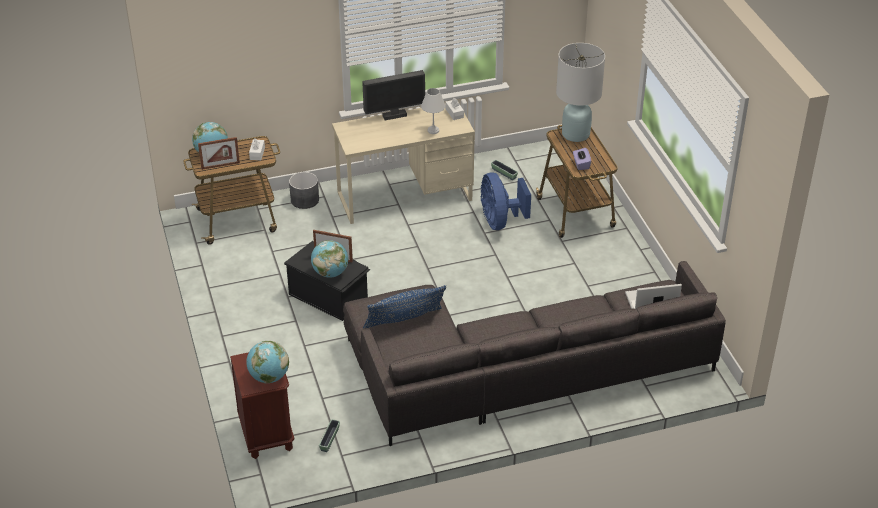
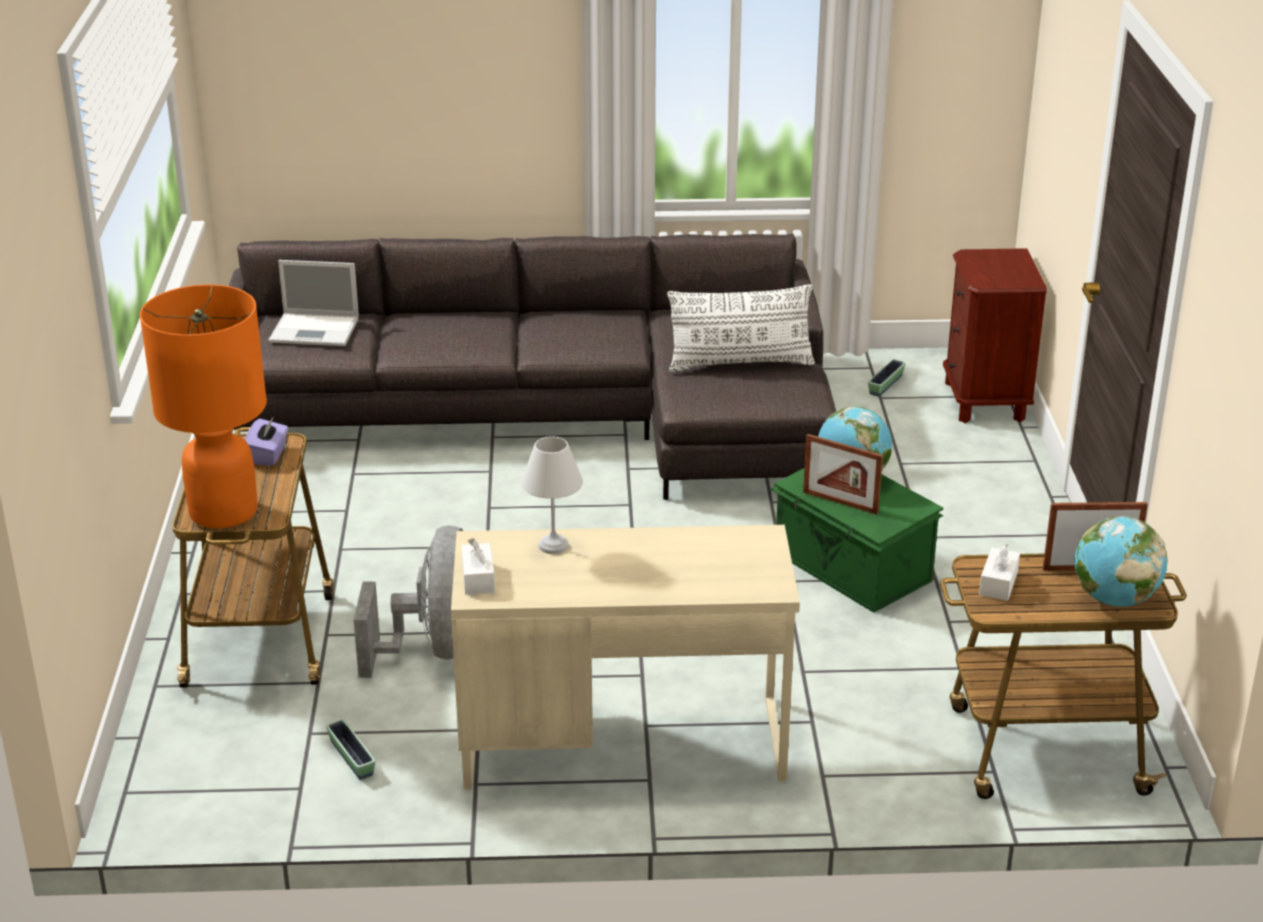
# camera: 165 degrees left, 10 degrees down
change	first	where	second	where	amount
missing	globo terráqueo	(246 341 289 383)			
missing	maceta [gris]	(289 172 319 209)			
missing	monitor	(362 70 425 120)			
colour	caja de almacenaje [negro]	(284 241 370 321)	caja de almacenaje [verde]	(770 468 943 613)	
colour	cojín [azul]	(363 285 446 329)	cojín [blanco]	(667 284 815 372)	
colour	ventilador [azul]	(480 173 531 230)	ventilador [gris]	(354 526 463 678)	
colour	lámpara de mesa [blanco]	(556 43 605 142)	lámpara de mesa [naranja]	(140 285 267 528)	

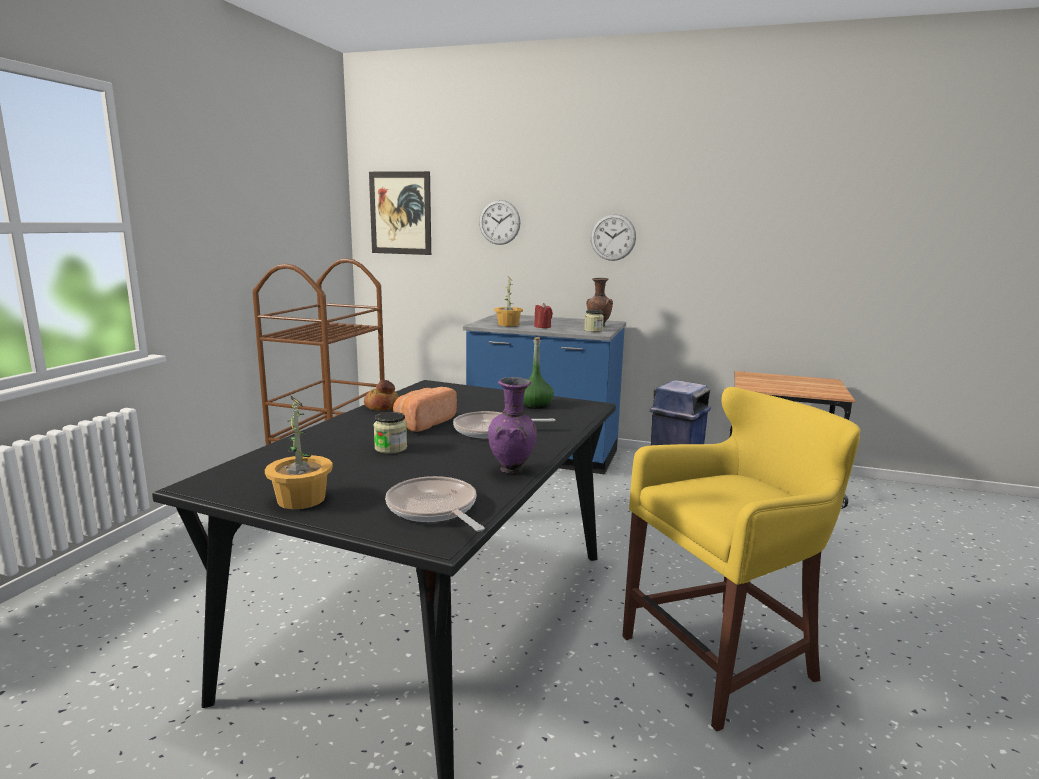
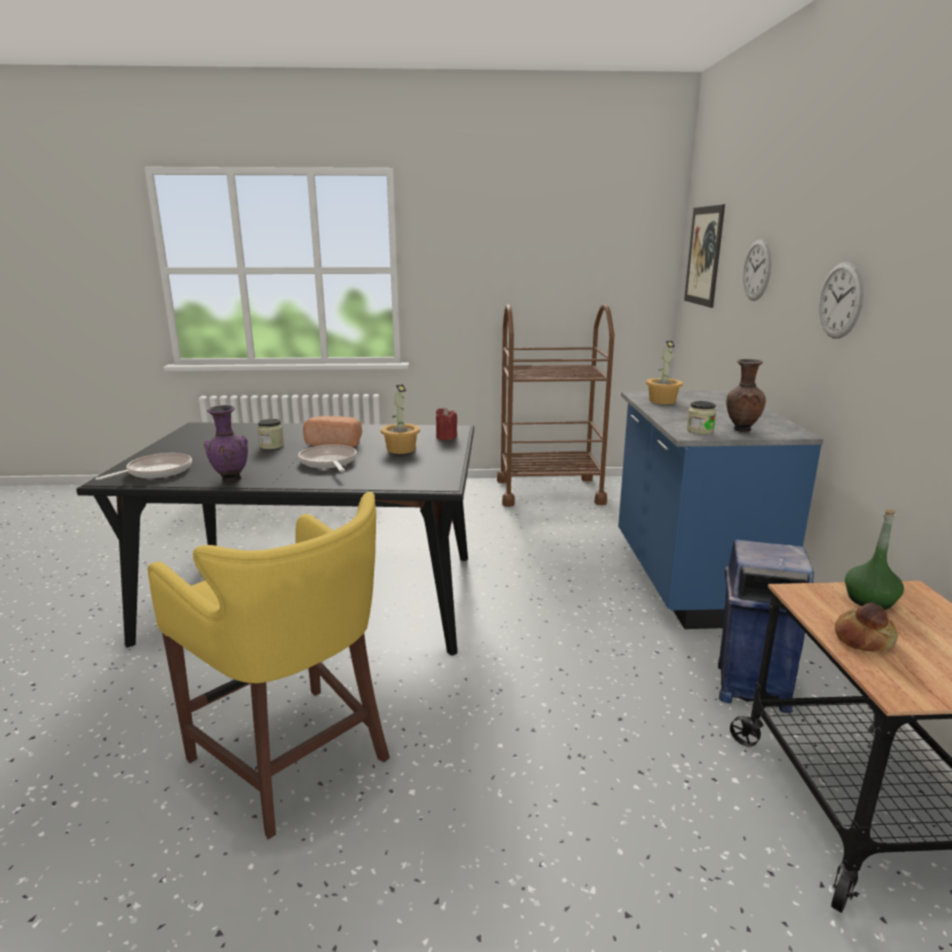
# camera: 70 degrees right, 5 degrees up
change	first	where	second	where	amount
relocated	planta en maceta	(265 396 333 509)		(381 384 420 454)	
relocated	pan	(364 380 399 411)		(835 603 898 652)	
relocated	botella [verde]	(523 337 554 409)		(845 509 904 610)	
relocated	vela [rojo]	(534 303 553 328)		(436 408 457 440)	

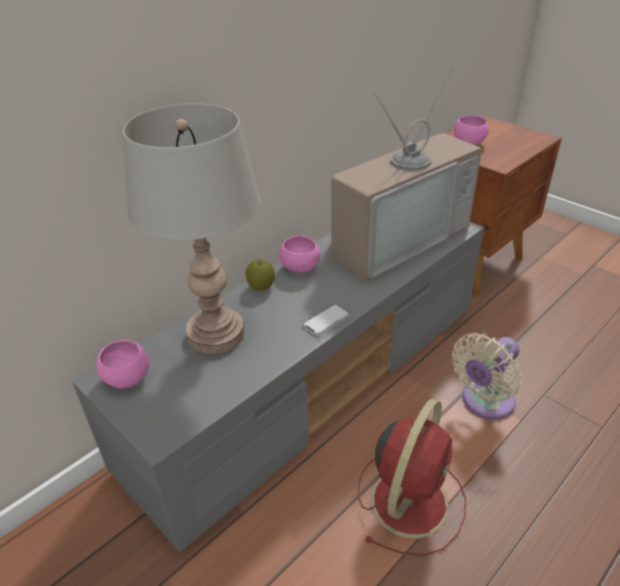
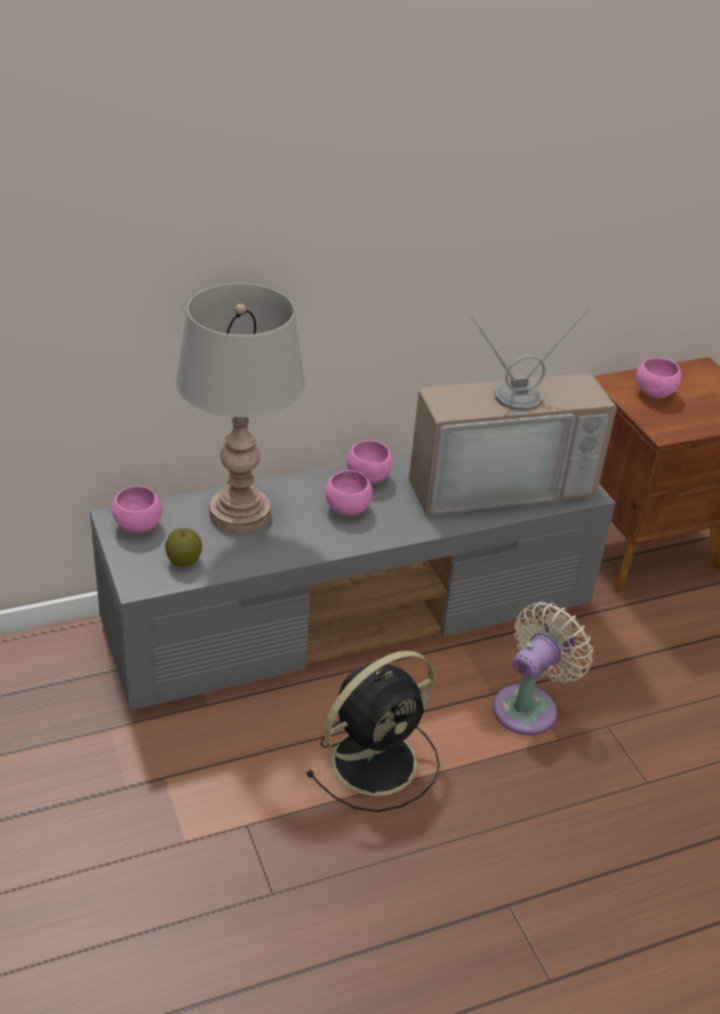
# camera: 20 degrees right, 0 degrees up
change	first	where	second	where	amount
missing	móvil	(302 304 350 335)			
appeared			cuenco [rosa]	(325 470 373 516)	
relocated	manzana	(245 259 275 291)		(165 528 202 567)	
colour	ventilador [rojo]	(358 399 466 556)	ventilador [negro]	(306 651 440 812)	
spun	ventilador [beis]	(452 333 521 419)		(493 602 593 735)	150 degrees clockwise

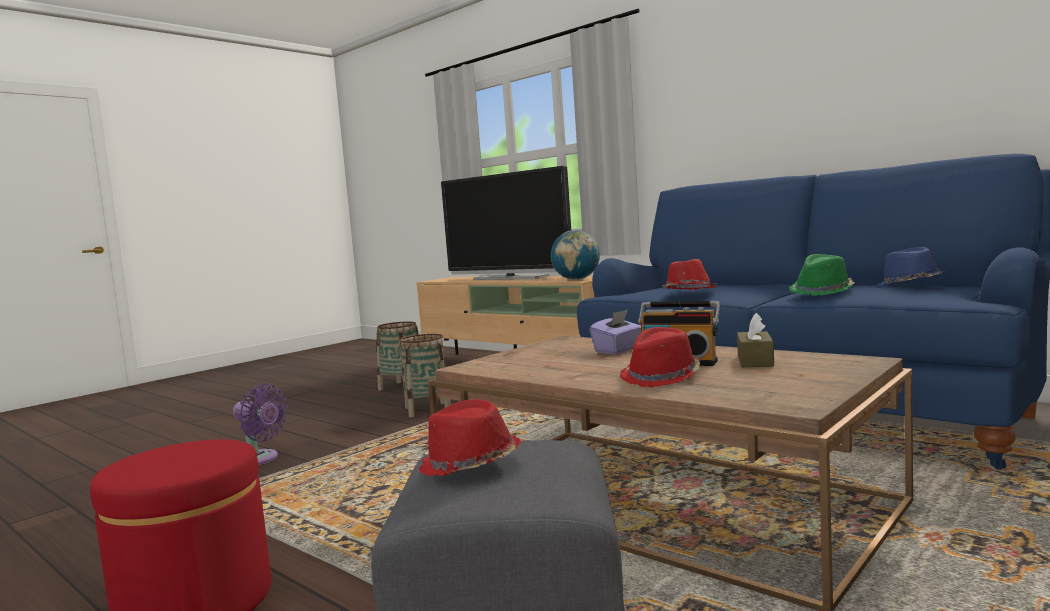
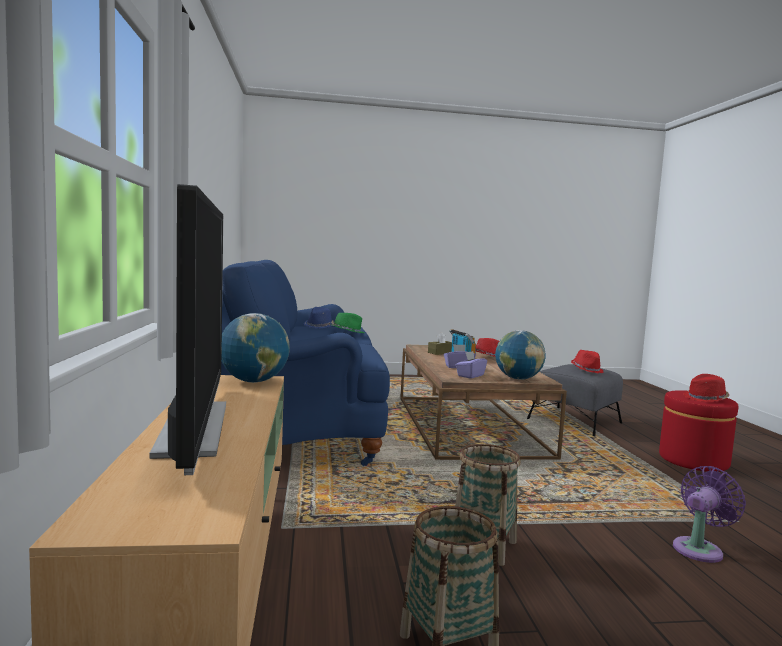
# camera: 140 degrees left, 0 degrees up
change	first	where	second	where	amount
appeared			caja de pañuelos [morado]	(456 351 487 379)	
appeared			globo terráqueo	(495 330 546 380)	
relocated	sombrero [rojo]	(662 259 717 290)		(683 374 729 402)	
spun	ventilador [morado]	(233 383 288 465)		(673 466 746 563)	75 degrees clockwise

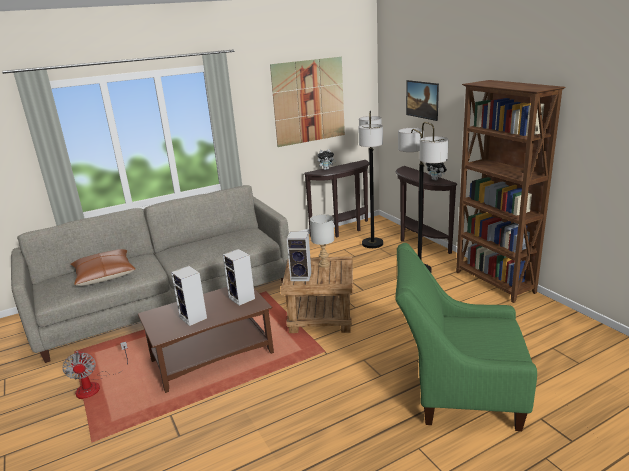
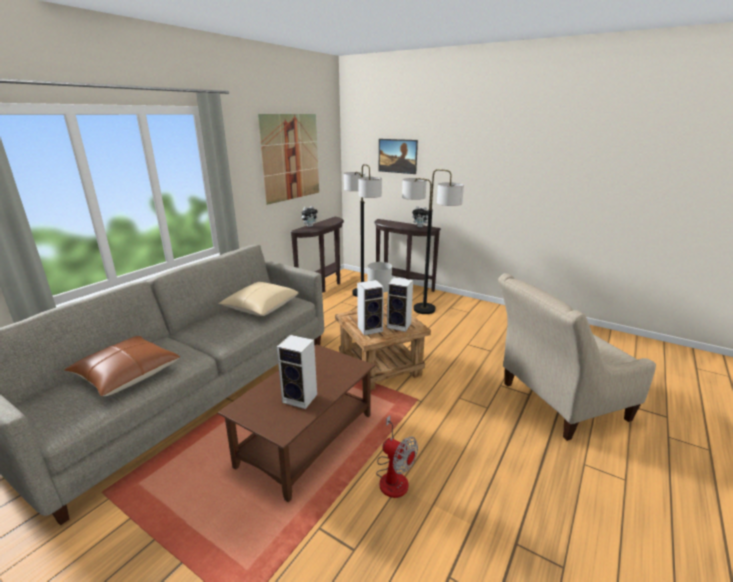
# camera: 30 degrees left, 0 degrees up
change	first	where	second	where	amount
missing	estantería [marrón]	(456 80 566 303)			
appeared			cojín [beis]	(218 282 298 316)	
relocated	ventilador	(62 342 128 399)		(376 415 418 498)	
relocated	altavoz	(223 249 255 306)		(387 277 413 332)	
colour	sillón [verde]	(395 243 537 431)	sillón [beis]	(498 273 656 441)	

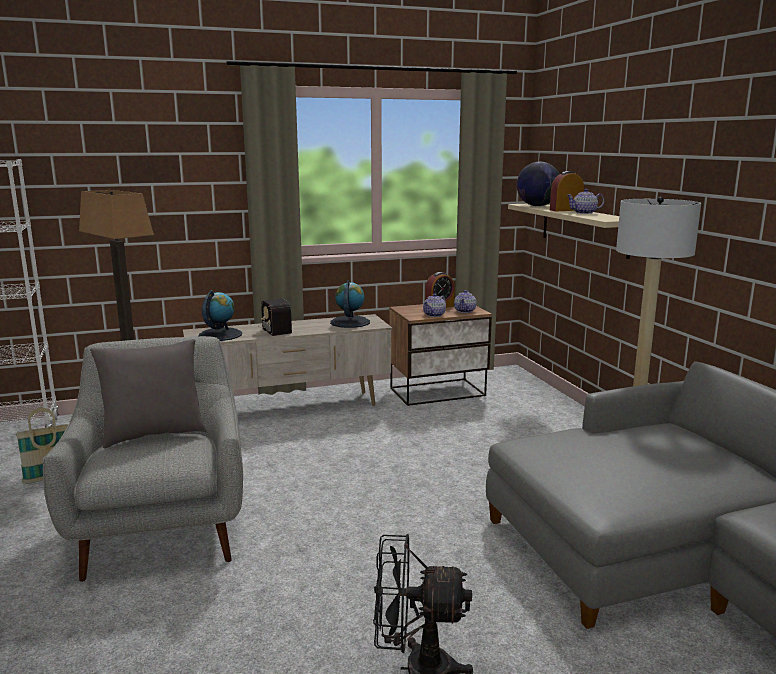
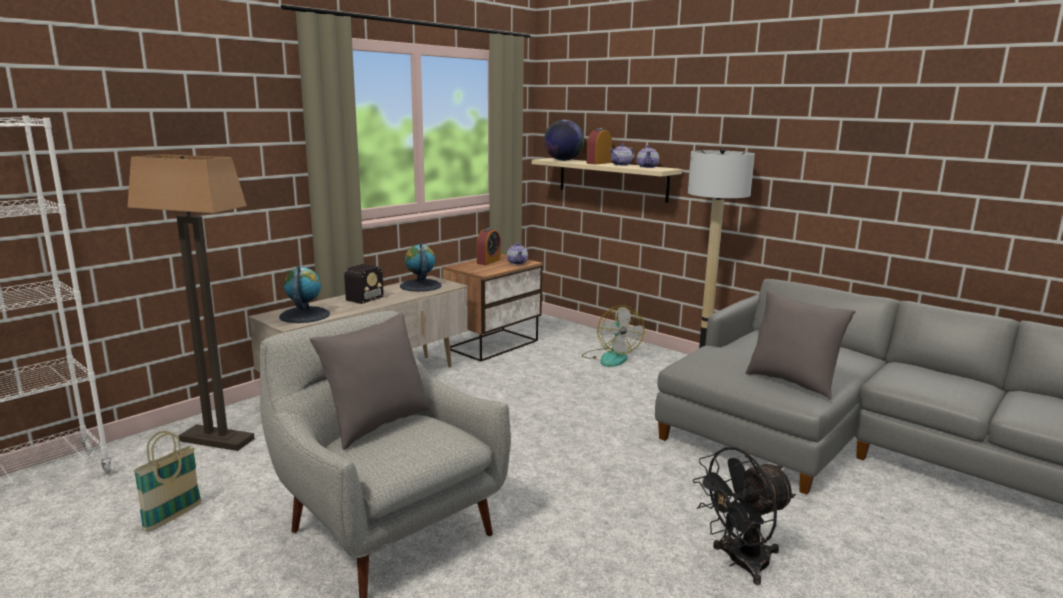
# camera: 30 degrees left, 0 degrees up
change	first	where	second	where	amount
appeared			ventilador	(582 306 645 367)	
appeared			cojín [gris]	(746 290 856 400)	
relocated	tetera	(423 293 446 317)		(637 145 659 168)	
spun	radio	(258 298 294 336)		(328 264 384 308)	90 degrees counterclockwise

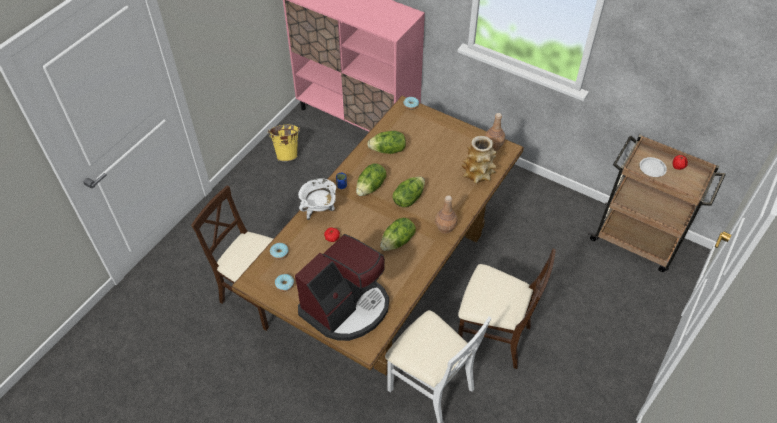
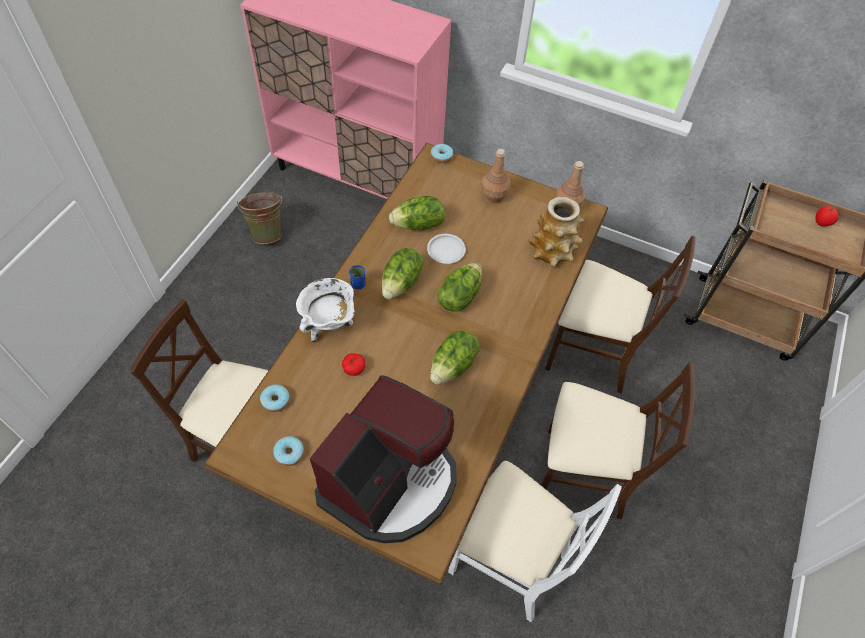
# camera: 10 degrees left, 5 degrees up
change	first	where	second	where	amount
appeared			silla [beis]	(545 236 696 394)	
relocated	botella [marrón]	(435 195 457 233)		(481 149 510 204)	
relocated	plato [blanco]	(640 157 667 177)		(427 234 466 264)	
colour	cubo [amarillo]	(268 125 300 162)	cubo [verde]	(237 192 282 244)	

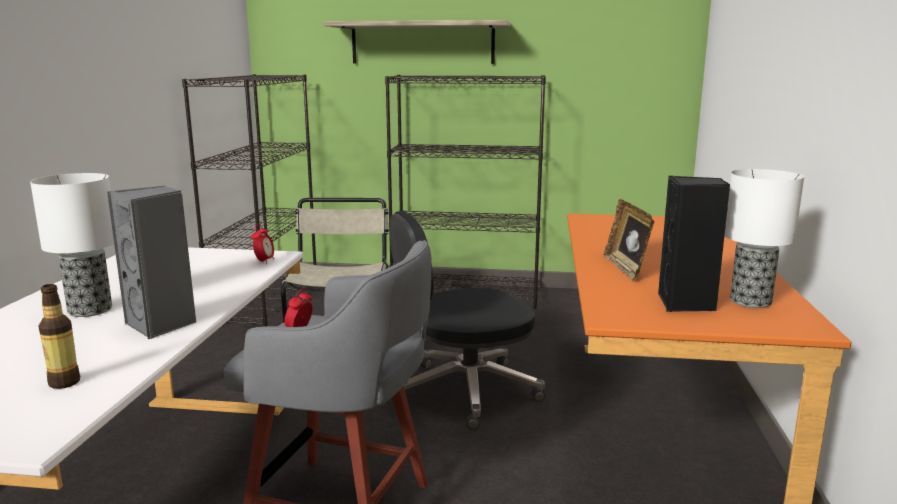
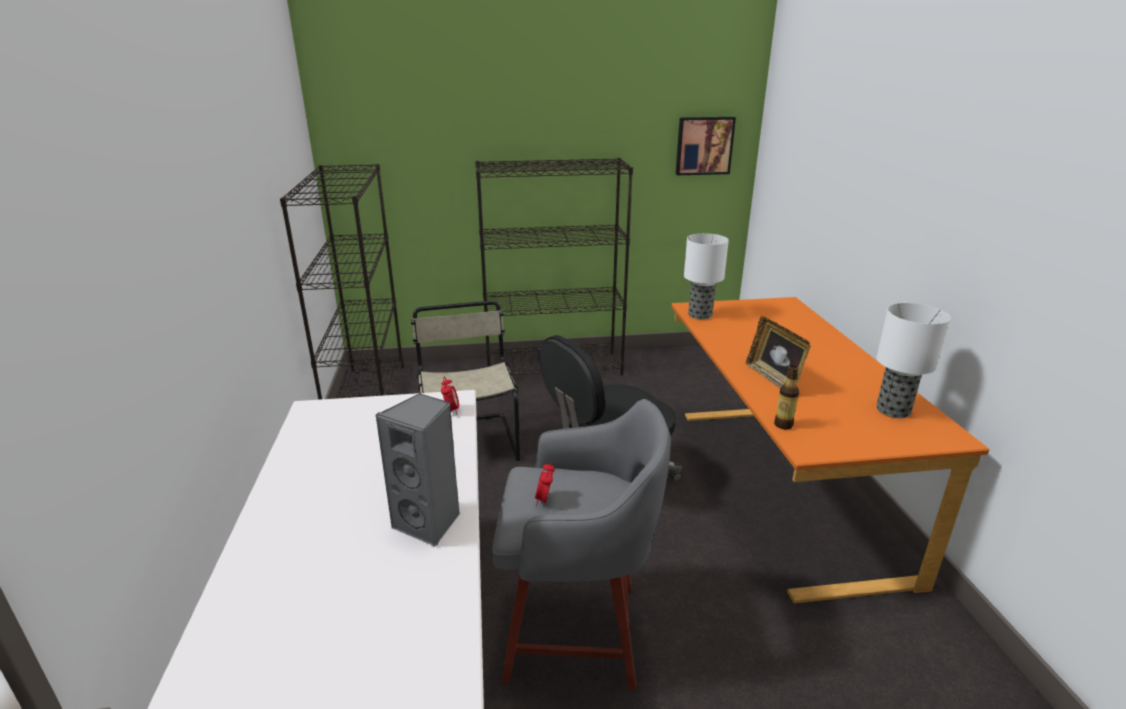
# camera: 15 degrees left, 10 degrees up
change	first	where	second	where	amount
missing	estante	(324 20 510 64)			
missing	altavoz [negro]	(658 176 730 312)			
appeared			cuadro	(676 117 736 175)	
relocated	lámpara de mesa	(30 173 114 317)		(684 233 729 319)	
relocated	botella	(39 284 80 389)		(774 365 799 430)	

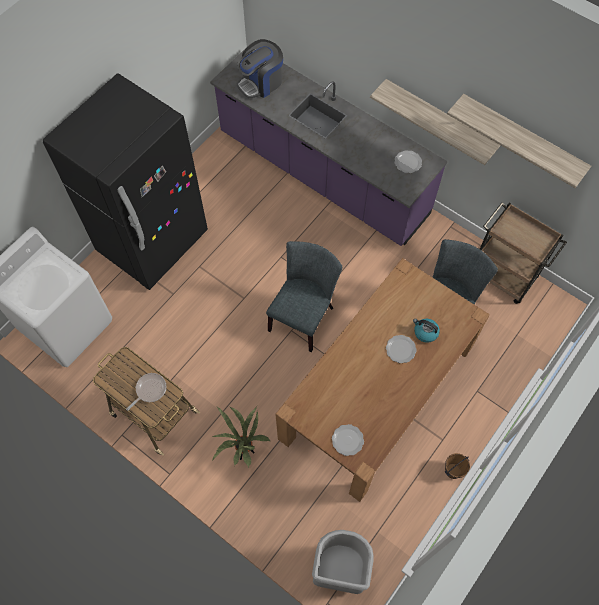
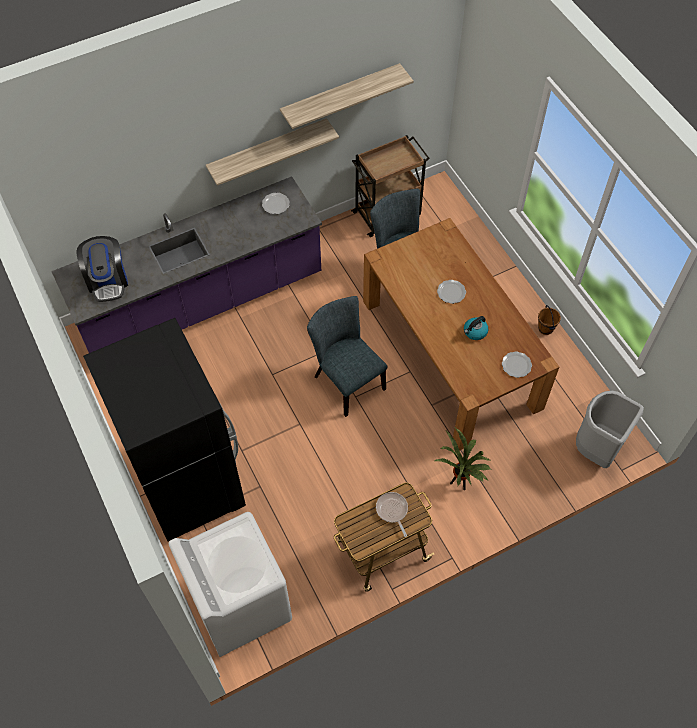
# camera: 65 degrees left, 5 degrees down
change	first	where	second	where	amount
relocated	hervidor	(413 319 440 343)		(464 316 488 340)	

